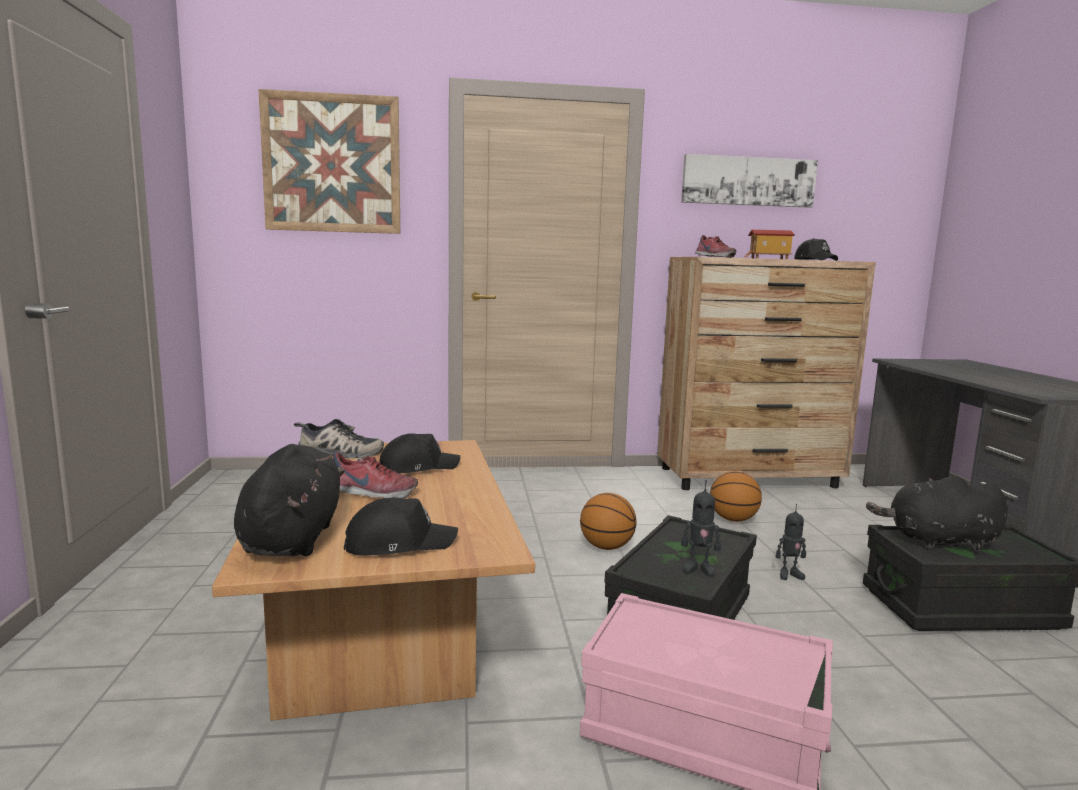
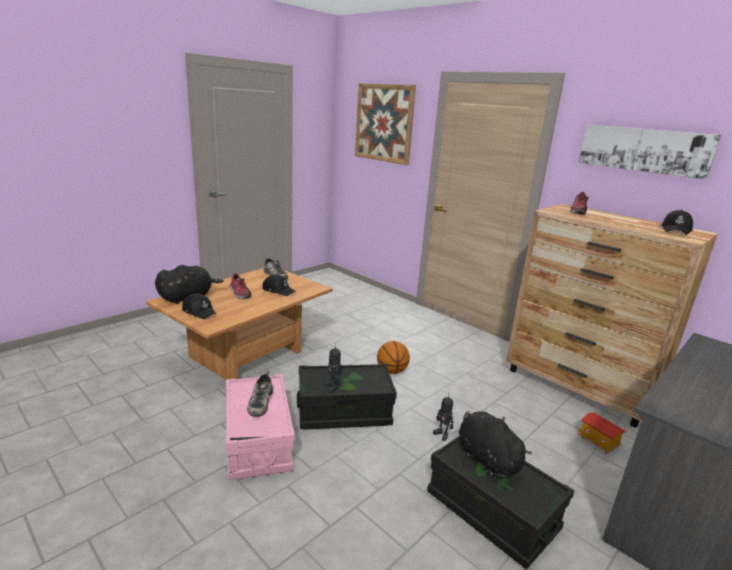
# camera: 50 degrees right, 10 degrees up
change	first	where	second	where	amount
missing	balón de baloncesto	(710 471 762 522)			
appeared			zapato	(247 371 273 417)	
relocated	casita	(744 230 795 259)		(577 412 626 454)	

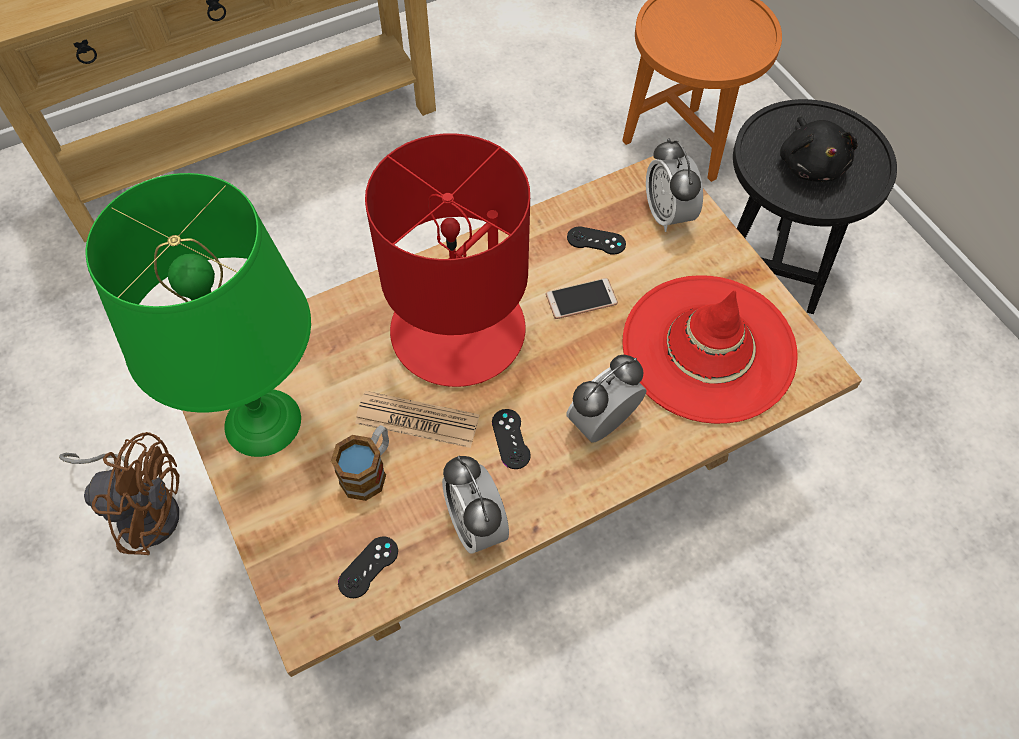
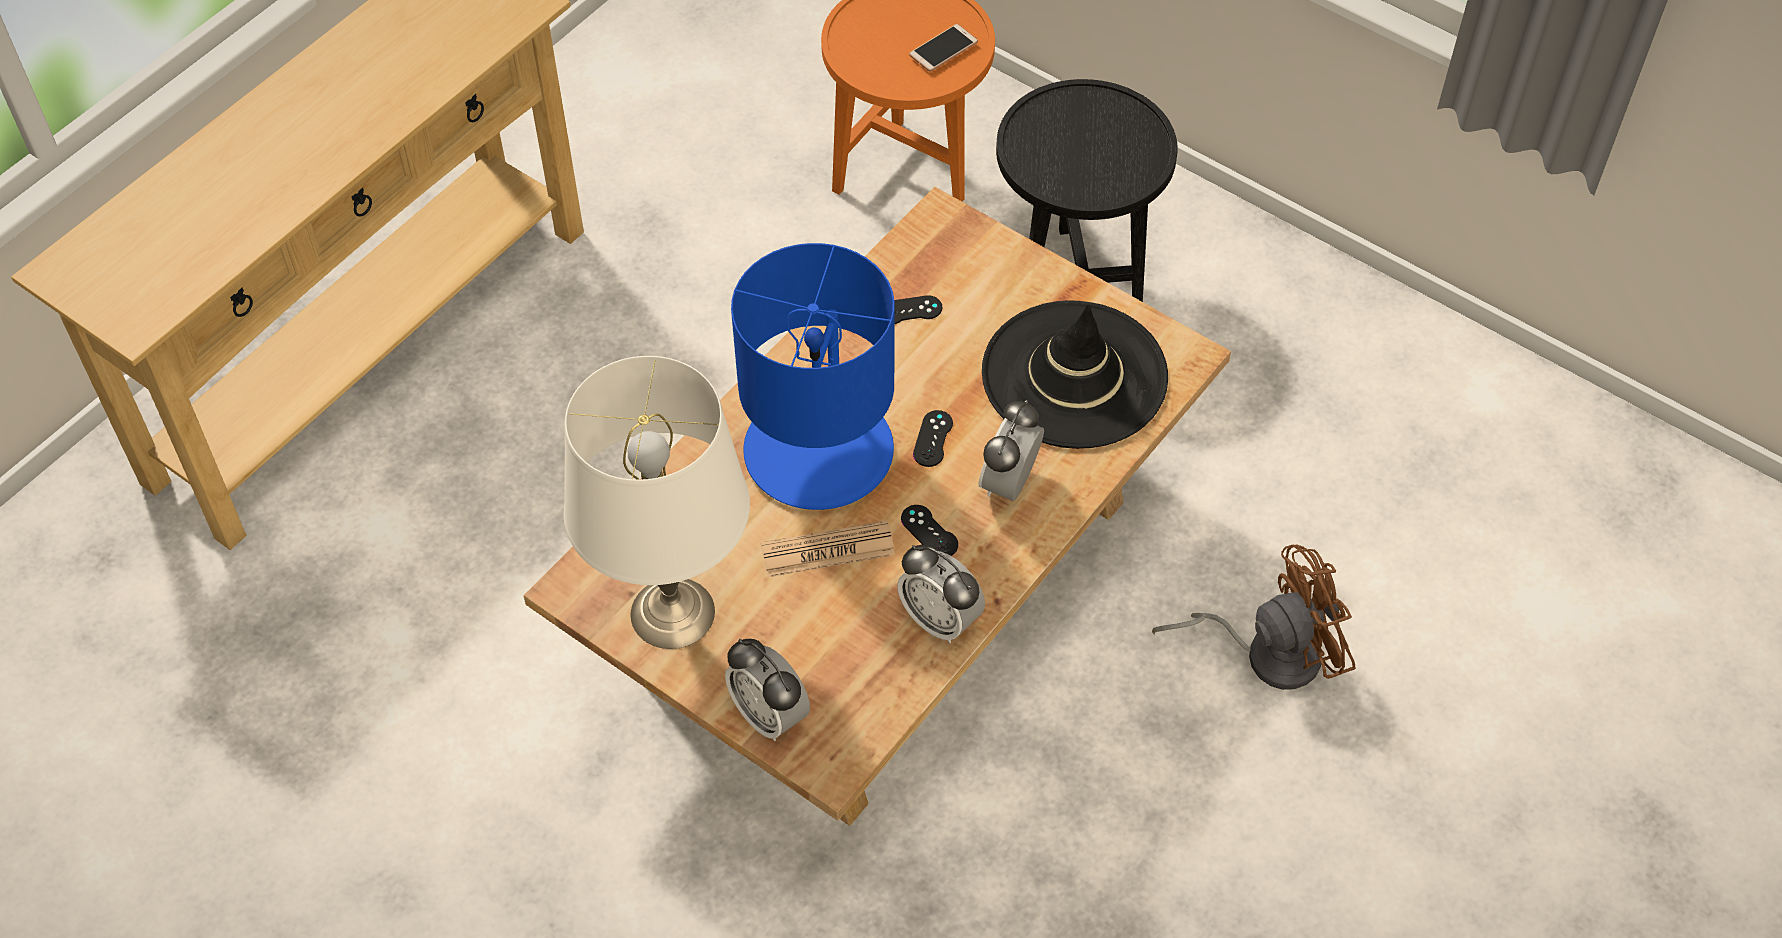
# camera: 25 degrees left, 5 degrees down
change	first	where	second	where	amount
missing	taza grande	(331 425 389 501)			
missing	peluche [negro]	(780 117 858 182)			
relocated	ventilador [marrón]	(59 432 179 555)		(1152 544 1356 690)	
relocated	mando de consola [negro]	(338 536 398 598)		(913 410 953 467)	
relocated	móvil	(546 278 618 319)		(909 24 978 72)	
relocated	despertador	(646 138 703 232)		(725 639 810 741)	
colour	lámpara de mesa [verde]	(86 173 311 457)	lámpara de mesa [blanco]	(564 356 750 649)	
colour	lámpara de mesa [rojo]	(365 133 530 387)	lámpara de mesa [azul]	(731 243 895 510)	
colour	sombrero [rojo]	(622 275 798 424)	sombrero [negro]	(982 300 1168 449)	

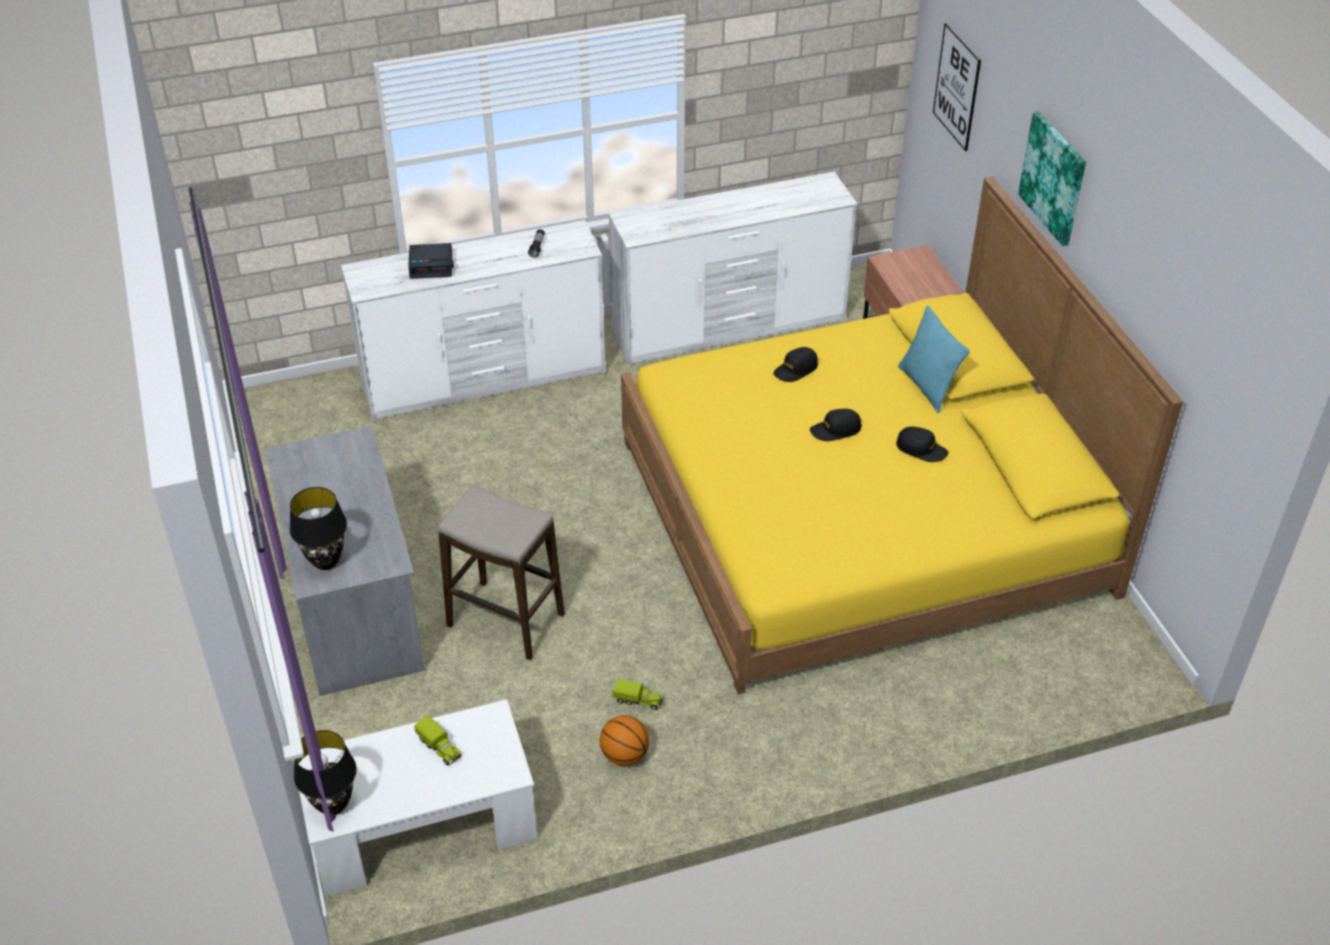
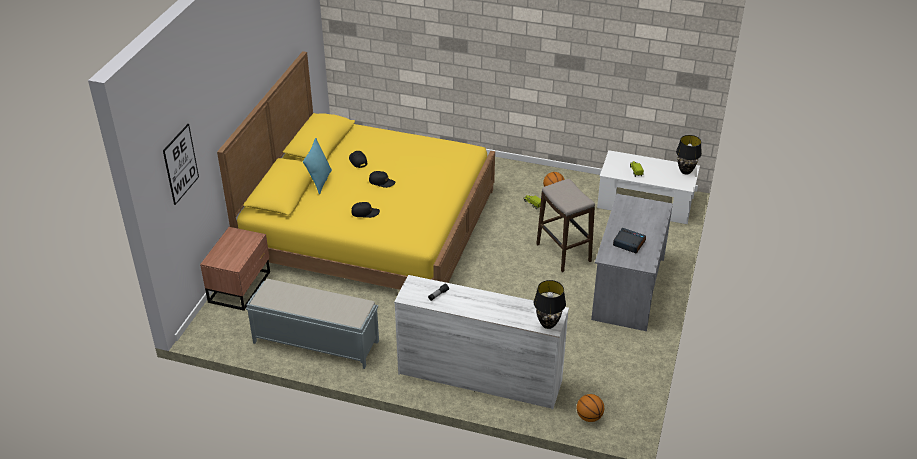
# camera: 145 degrees left, 5 degrees down
change	first	where	second	where	amount
missing	cuadro	(1018 111 1086 246)			
appeared			balón de baloncesto	(577 394 604 422)	
relocated	lámpara de mesa [negro]	(290 487 347 570)		(534 280 566 329)	
relocated	despertador	(408 243 454 279)		(613 228 646 254)	
exchanged	cómoda [blanco]	(608 172 858 366)	banco [gris]	(246 279 379 369)	

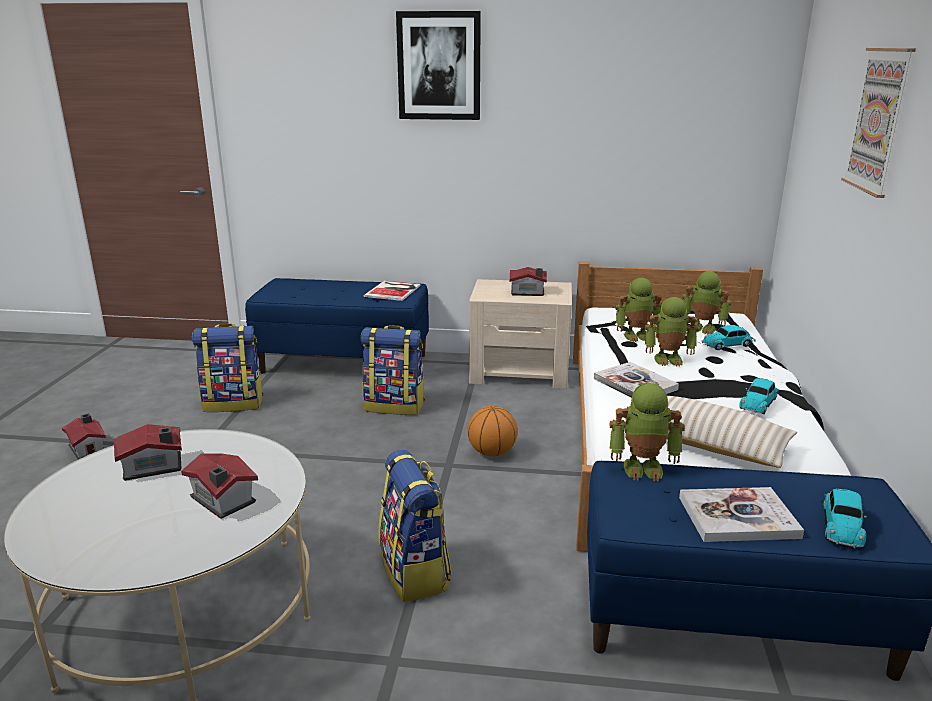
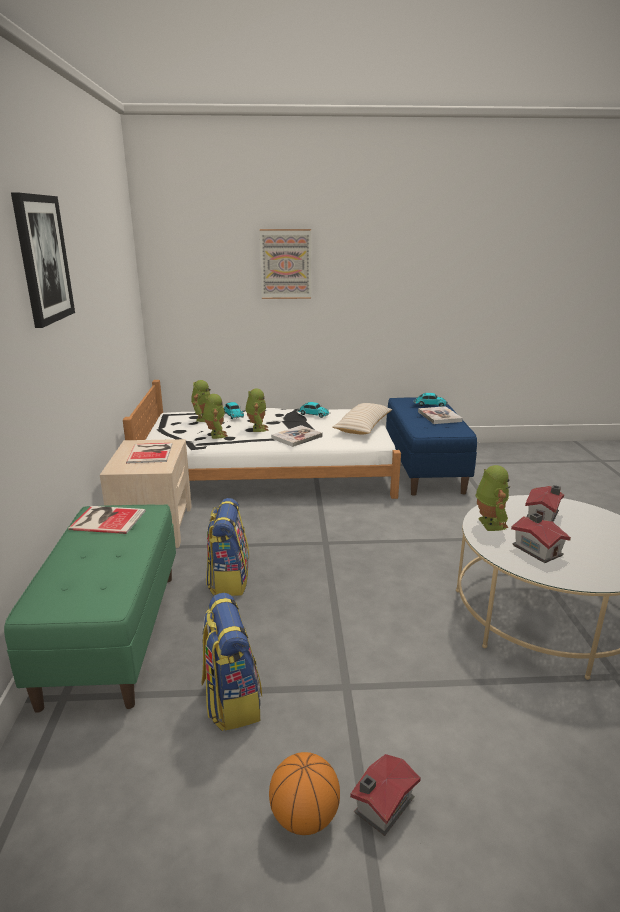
# camera: 100 degrees left, 0 degrees up
change	first	where	second	where	amount
missing	mochila	(378 450 452 602)			
relocated	balón de baloncesto	(468 406 517 457)		(269 752 340 835)	
relocated	robot de juguete	(610 383 685 481)		(475 465 510 531)	
exchanged	casita	(510 267 547 296)	libro	(126 443 172 463)	
colour	banco [azul]	(245 278 429 374)	banco [verde]	(4 505 176 713)	

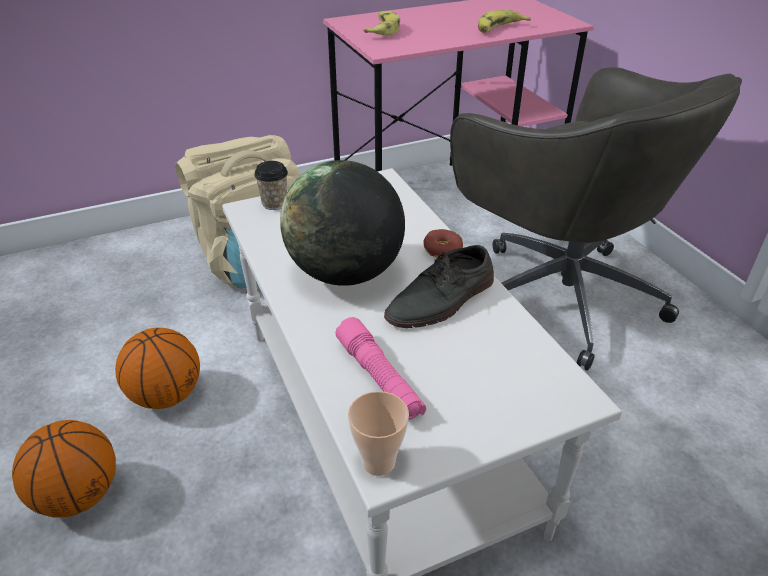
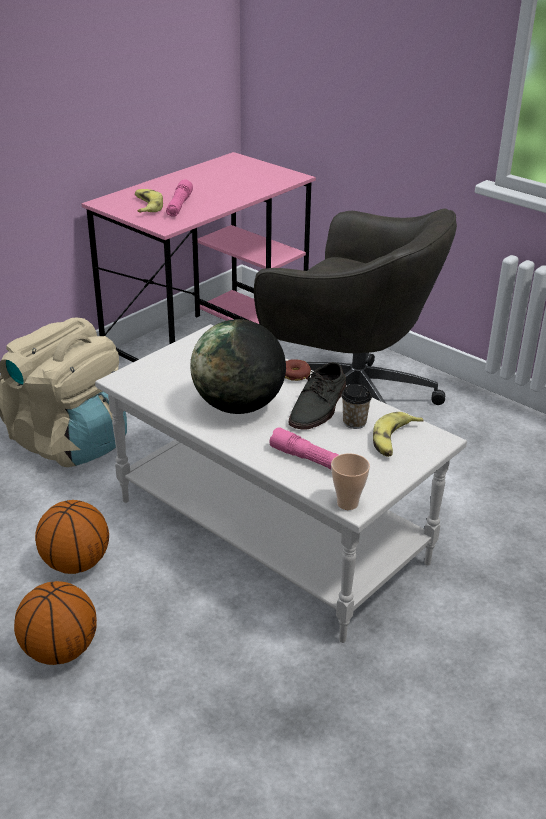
# camera: 25 degrees left, 5 degrees down
change	first	where	second	where	amount
appeared			linterna [rosa]	(166 179 193 217)	
relocated	taza	(254 161 288 210)		(341 384 372 429)	
relocated	plátano	(478 10 531 33)		(373 412 424 457)	

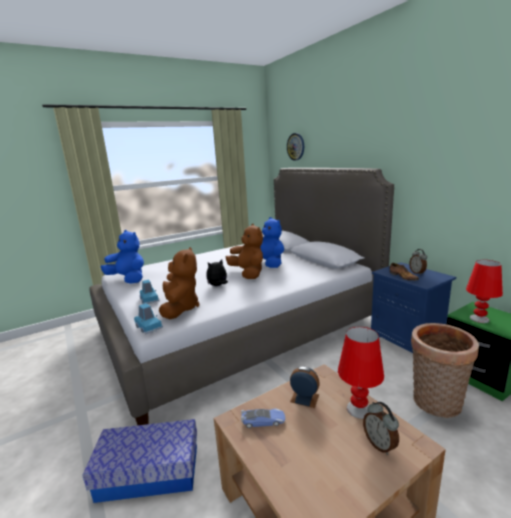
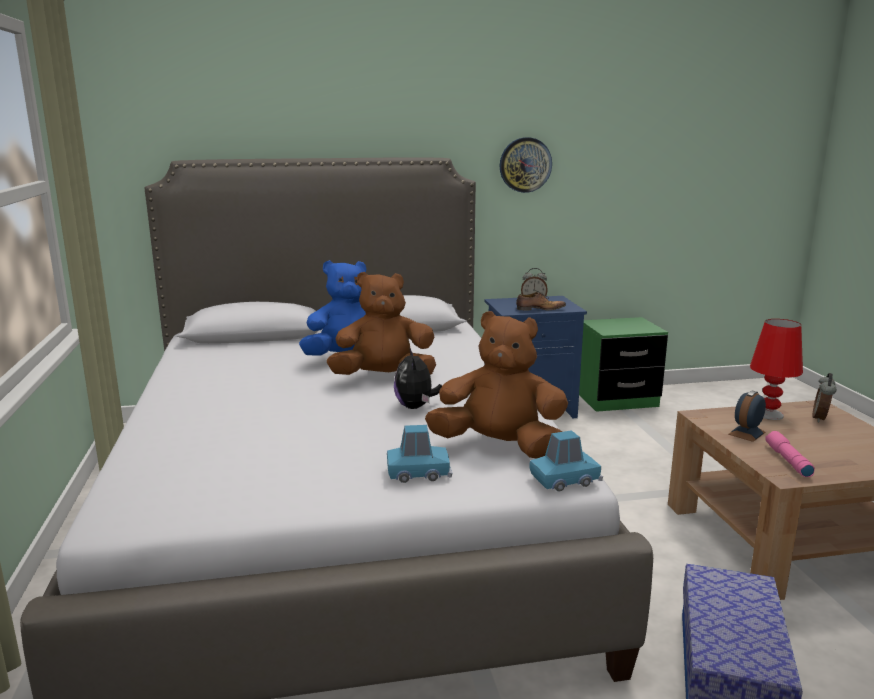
# camera: 70 degrees left, 0 degrees up
change	first	where	second	where	amount
missing	peluche [azul]	(101 230 144 284)			
missing	cesta	(411 323 479 418)			
missing	lámpara de mesa [rojo]	(466 260 503 323)			
relocated	reloj de pared	(287 133 304 160)		(500 137 552 193)	
exchanged	coche de juguete	(241 409 285 428)	linterna [rosa]	(765 431 815 477)	
spun	despertador	(363 402 399 455)		(812 373 837 422)	120 degrees clockwise

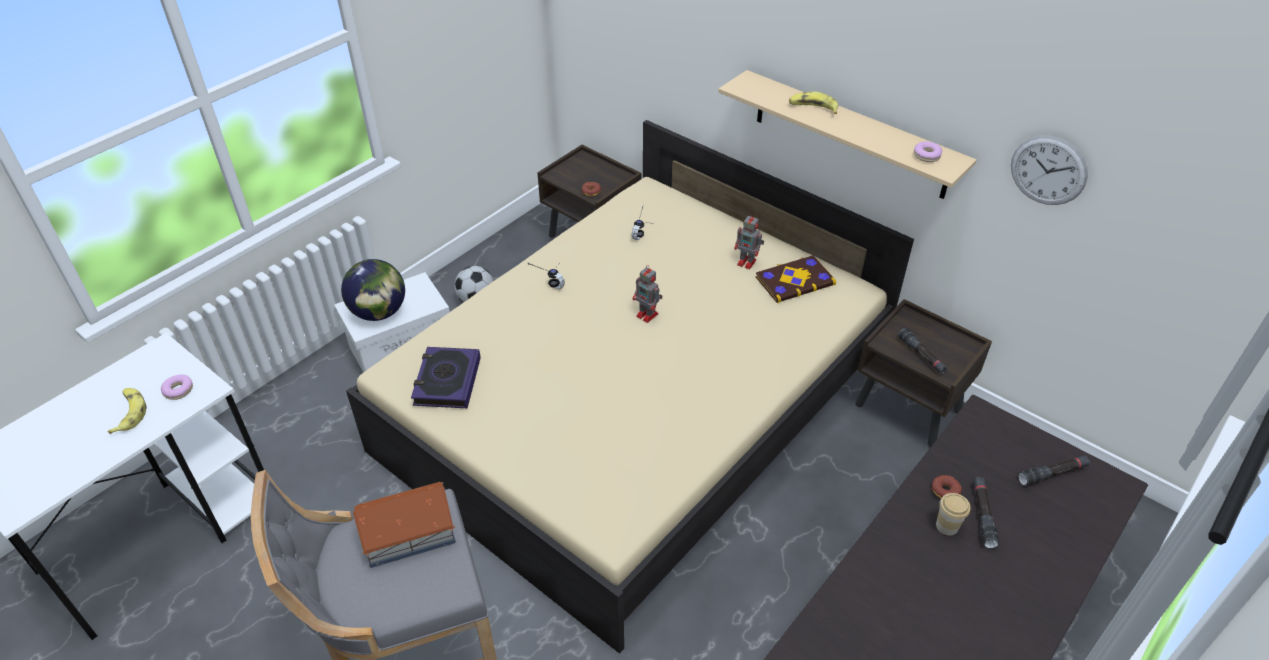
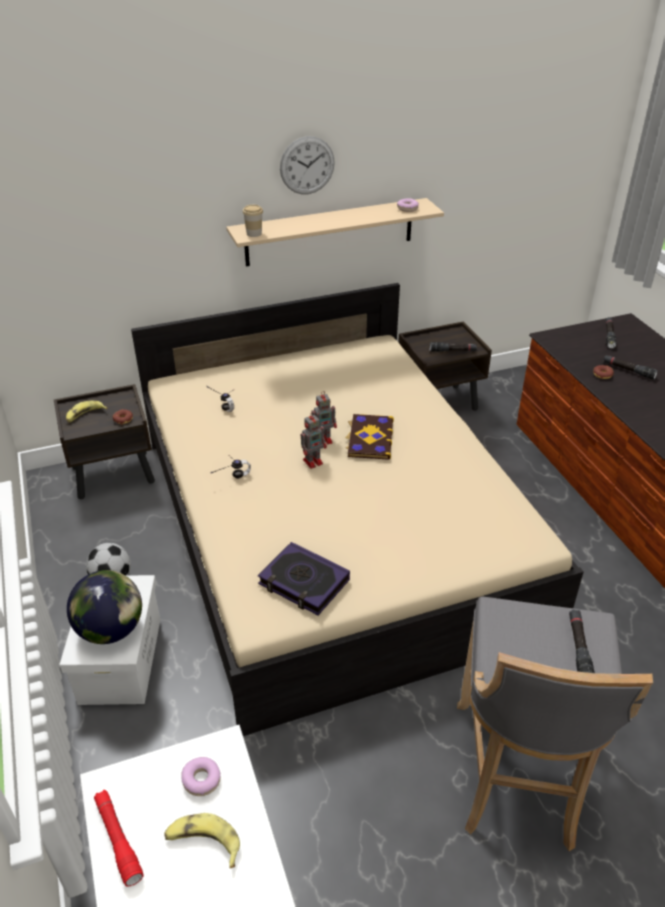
# camera: 60 degrees left, 5 degrees down
change	first	where	second	where	amount
missing	casita	(353 482 456 568)			
appeared			linterna [rojo]	(94 790 144 887)	
appeared			linterna [negro]	(569 609 595 673)	
relocated	robot de juguete	(734 213 764 269)		(300 412 327 469)	
relocated	libro	(756 255 836 303)		(345 414 394 460)	
relocated	plátano	(789 92 838 114)		(66 400 108 423)	
relocated	taza	(936 493 970 535)		(243 205 263 237)	
relocated	reloj de pared	(1011 136 1088 205)		(280 136 335 194)	

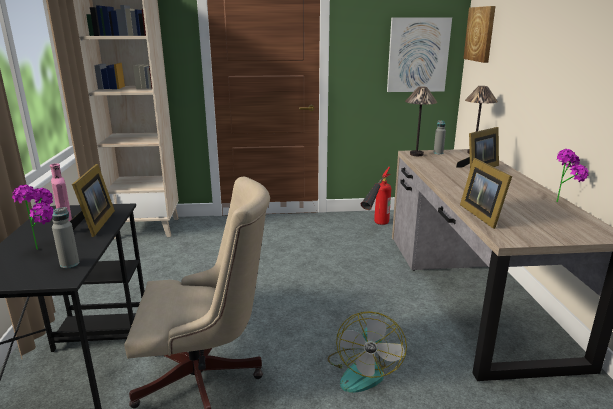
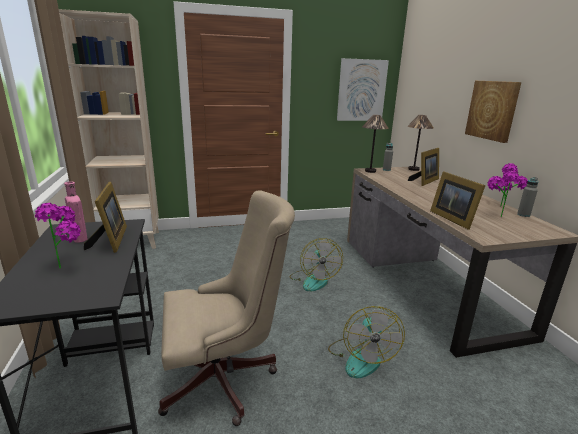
# camera: 10 degrees left, 0 degrees up
change	first	where	second	where	amount
missing	extintor	(361 167 391 225)			
appeared			ventilador	(289 238 343 291)	
appeared			planta en maceta	(488 171 519 217)	
relocated	botella [gris]	(52 207 79 268)		(517 177 538 217)	
relocated	cuadro	(463 6 496 63)		(465 81 522 143)	

